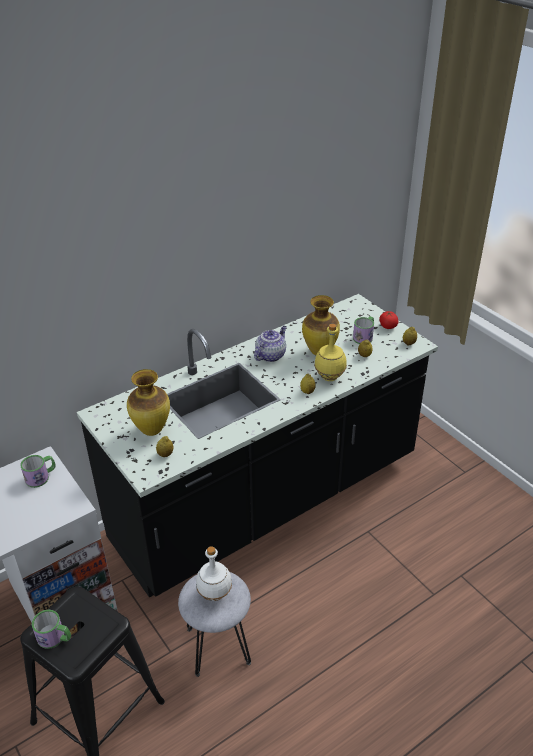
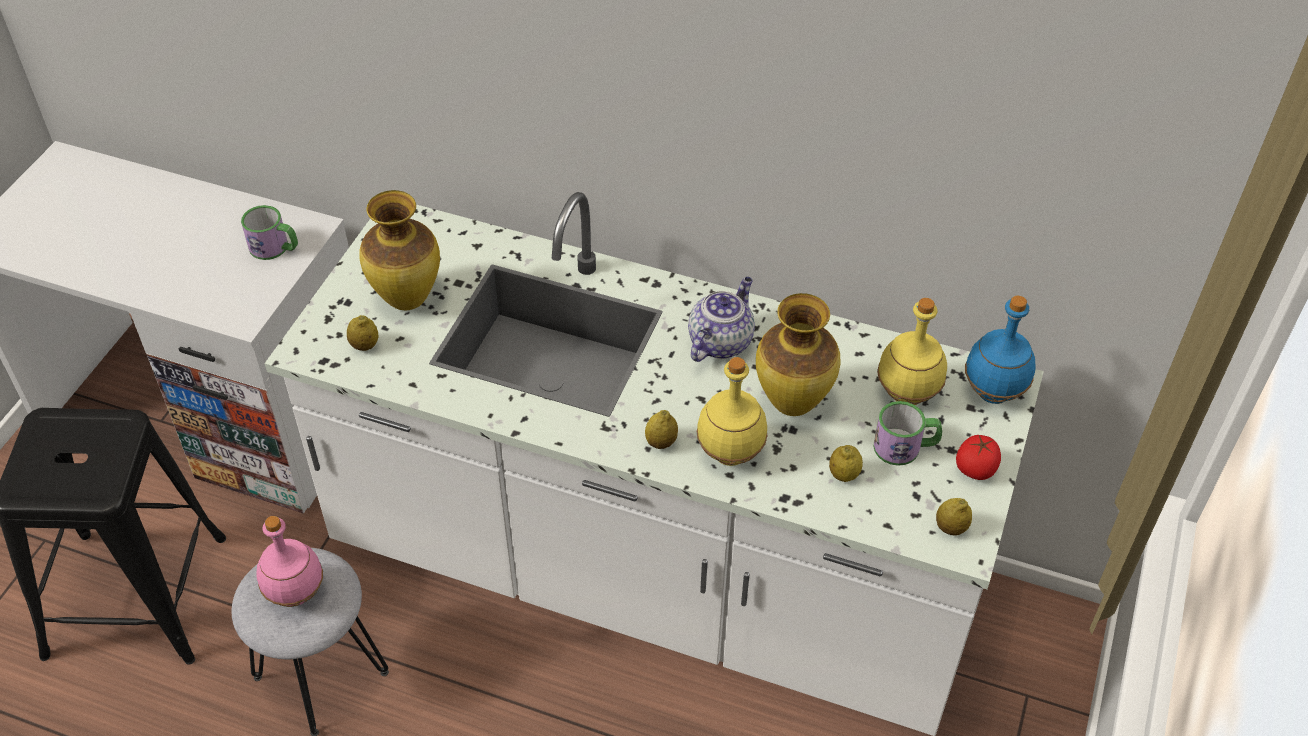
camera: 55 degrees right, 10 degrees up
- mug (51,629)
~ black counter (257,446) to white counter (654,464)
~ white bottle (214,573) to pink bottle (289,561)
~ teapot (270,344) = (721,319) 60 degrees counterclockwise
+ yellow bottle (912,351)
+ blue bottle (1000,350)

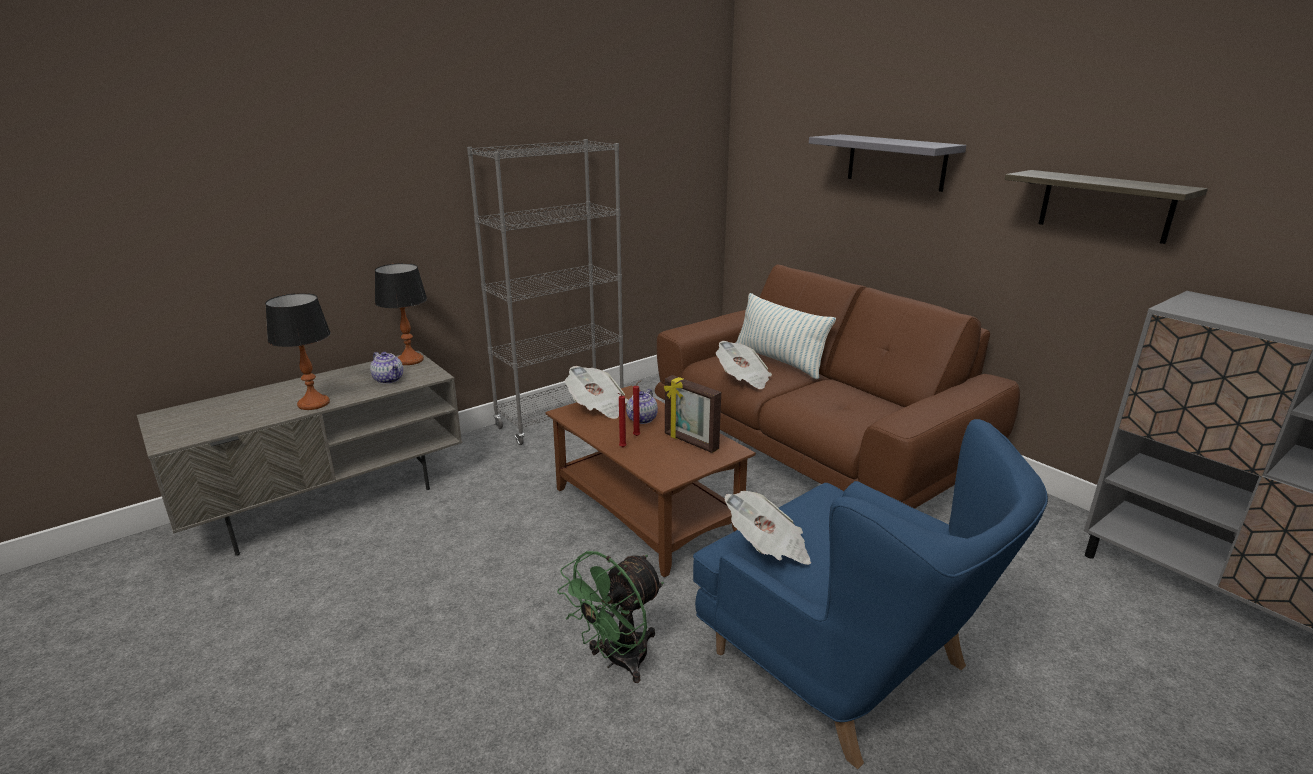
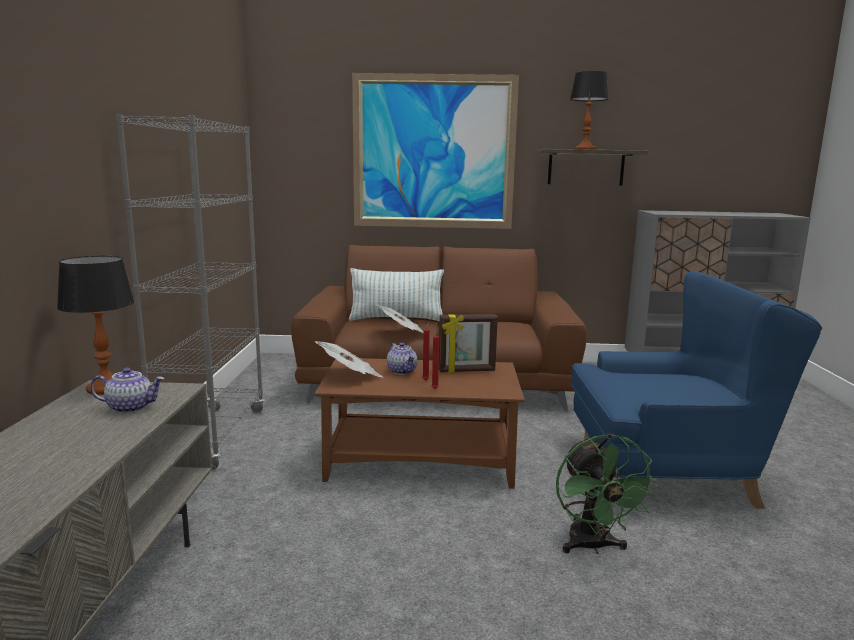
camera: 50 degrees left, 10 degrees down
~ table lamp (298,351) to (589,110)
- newspaper (768,528)
~ grey shelf (887,163) to picture (435,151)

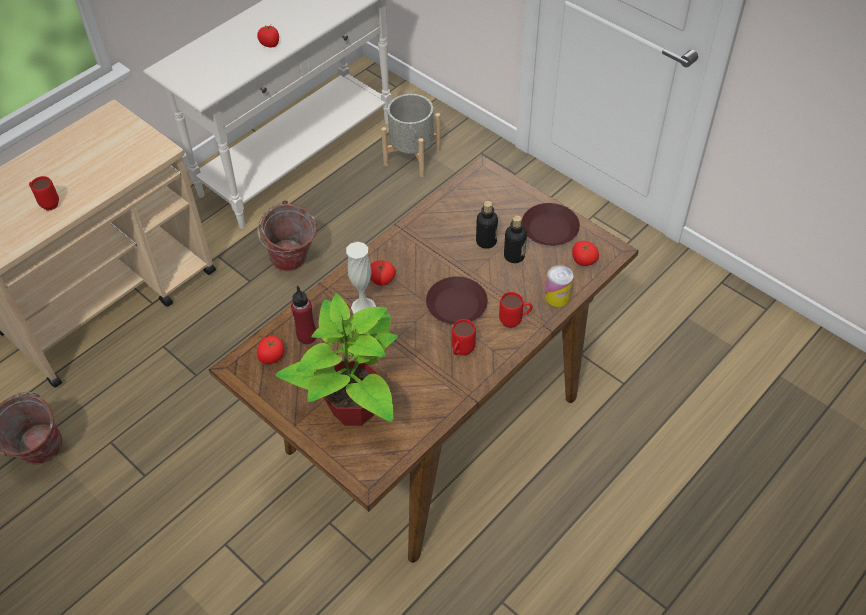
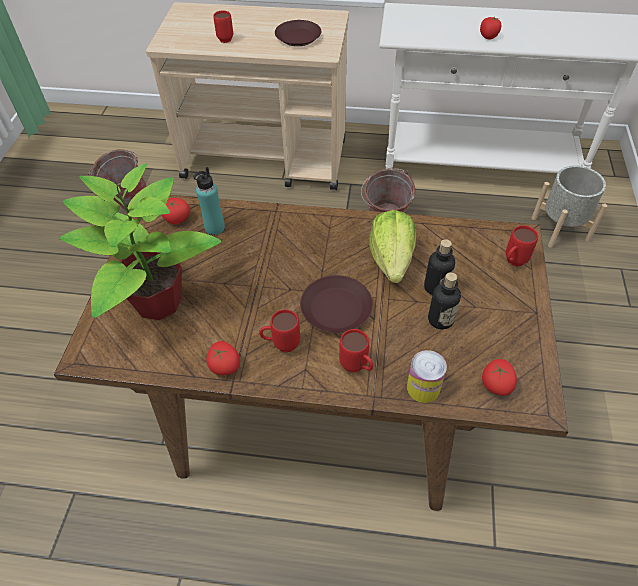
camera: 55 degrees right, 0 degrees up
~ red bottle (303,315) to turquoise bottle (209,201)
- white vase (361,278)
~ tomato (383,273) to (223,358)
~ brown plate (551,224) to (298,33)
+ lettuce (392,246)
+ red mug (521,245)

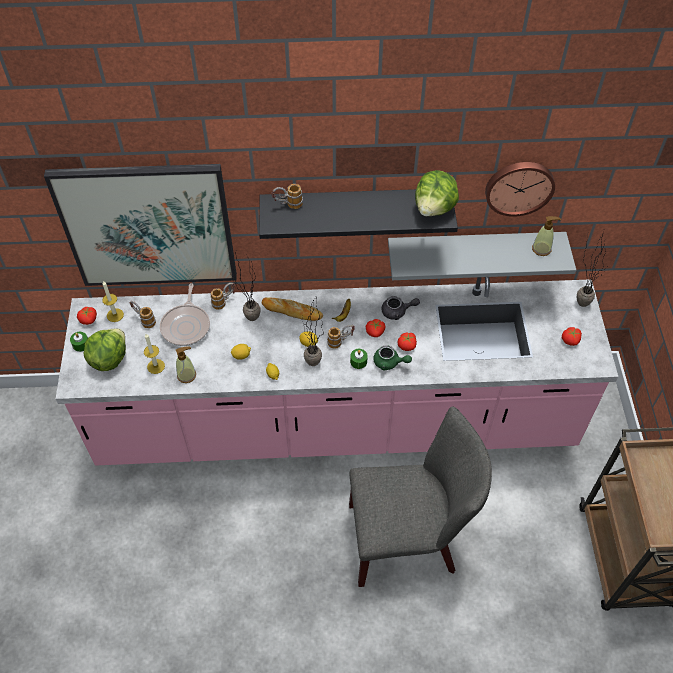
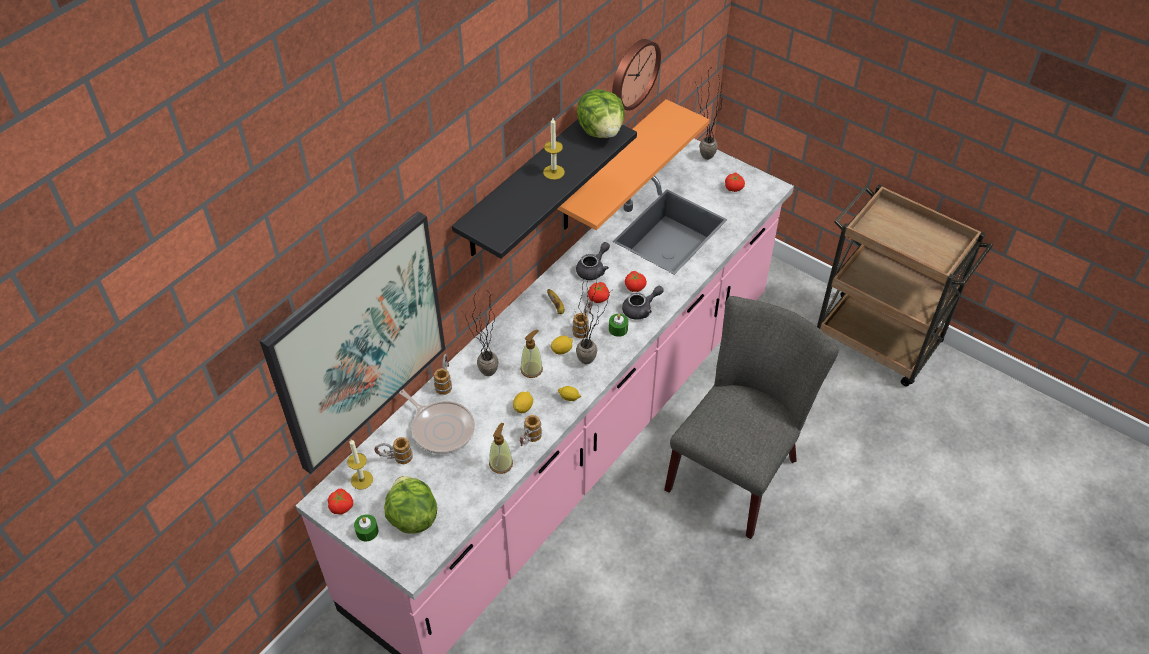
camera: 50 degrees left, 5 degrees down
~ candle (154,354) to (554,149)
- bread (292,309)
~ mug (287,196) to (531,430)
~ green teapot (392,358) to grey teapot (643,303)
~ grey shelf (482,256) to orange shelf (633,164)
~ soap dispenser (546,236) to (531,354)

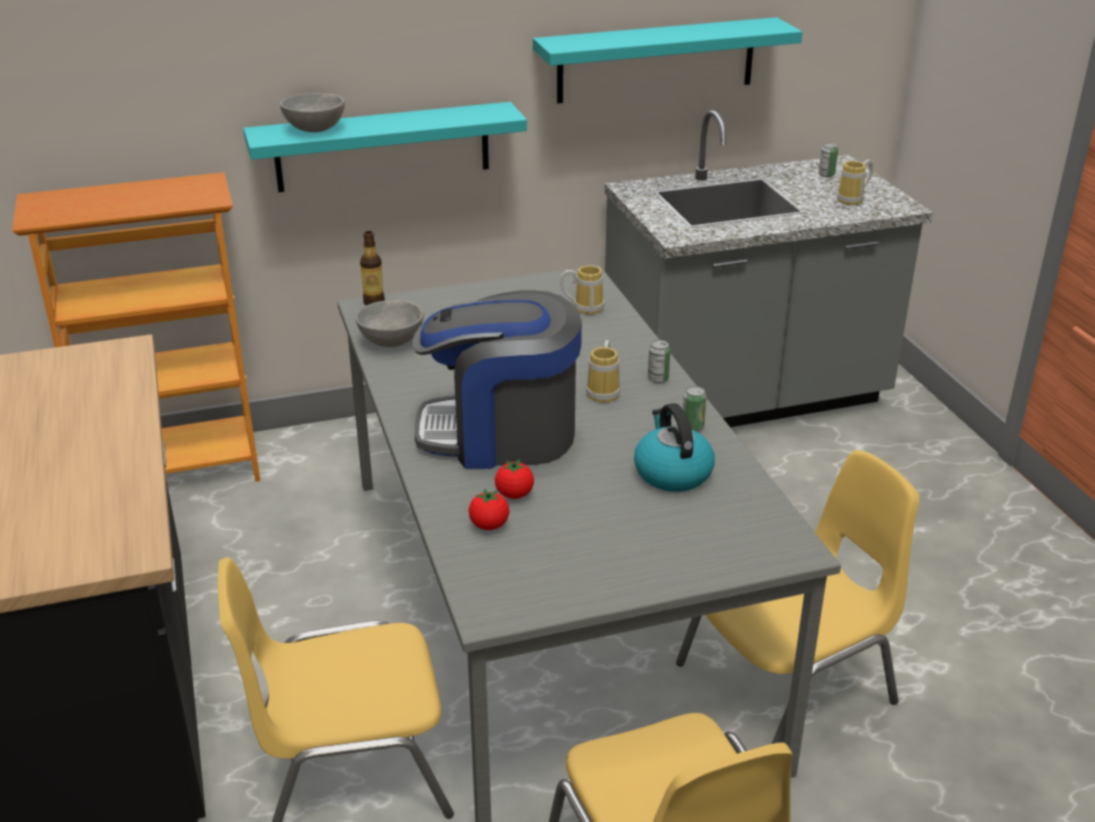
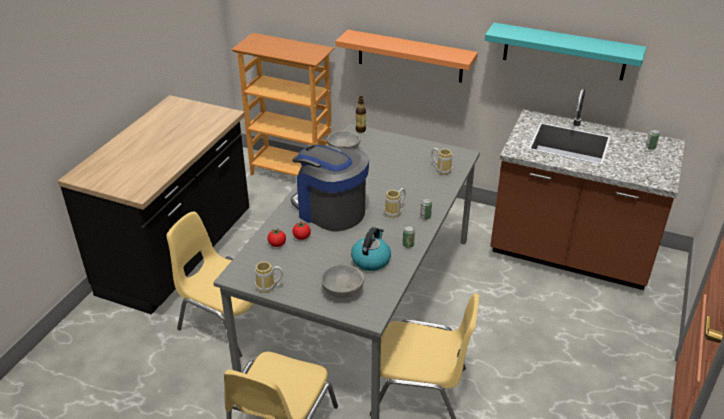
camera: 40 degrees right, 5 degrees up
~ turquoise shelf (385,147) to orange shelf (407,56)
~ grey bowl (312,112) to (342,281)
~ grey counter (769,268) to brown counter (587,189)
~ mug (855,182) to (269,277)

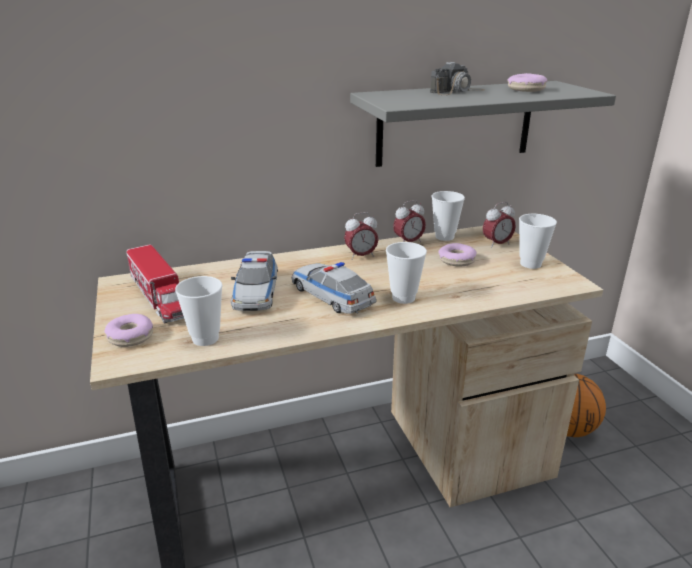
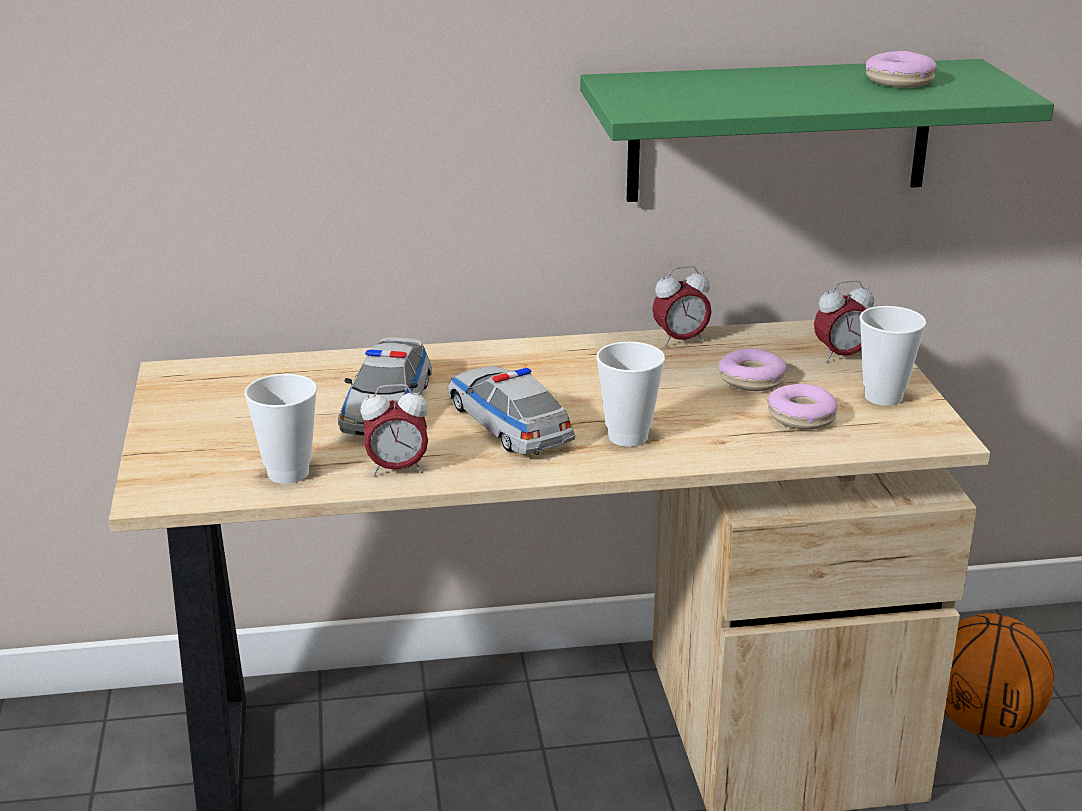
camera: 10 degrees right, 0 degrees up
~ donut (128,330) to (802,407)
- toy truck (155,284)
~ alarm clock (361,236) to (394,430)
~ grey shelf (483,124) to green shelf (817,130)
- photo camera (457,78)
- cup (448,216)

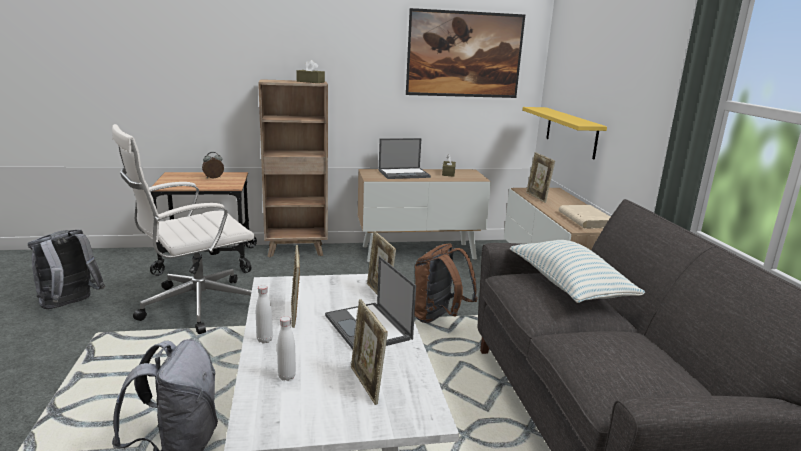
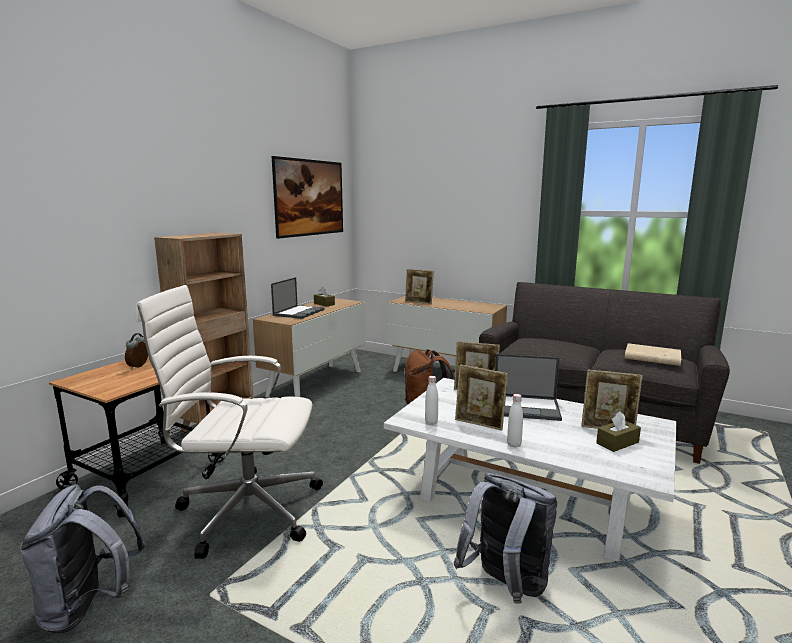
camera: 50 degrees left, 5 degrees down
~ white office chair (183,229) = (229,422) 90 degrees clockwise
~ white bottle (286,348) to (431,400)
~ brown tissue box (310,71) to (618,431)
- pillow (577,271)
- yellow shelf (565,133)
~ beige book (584,217) to (653,354)

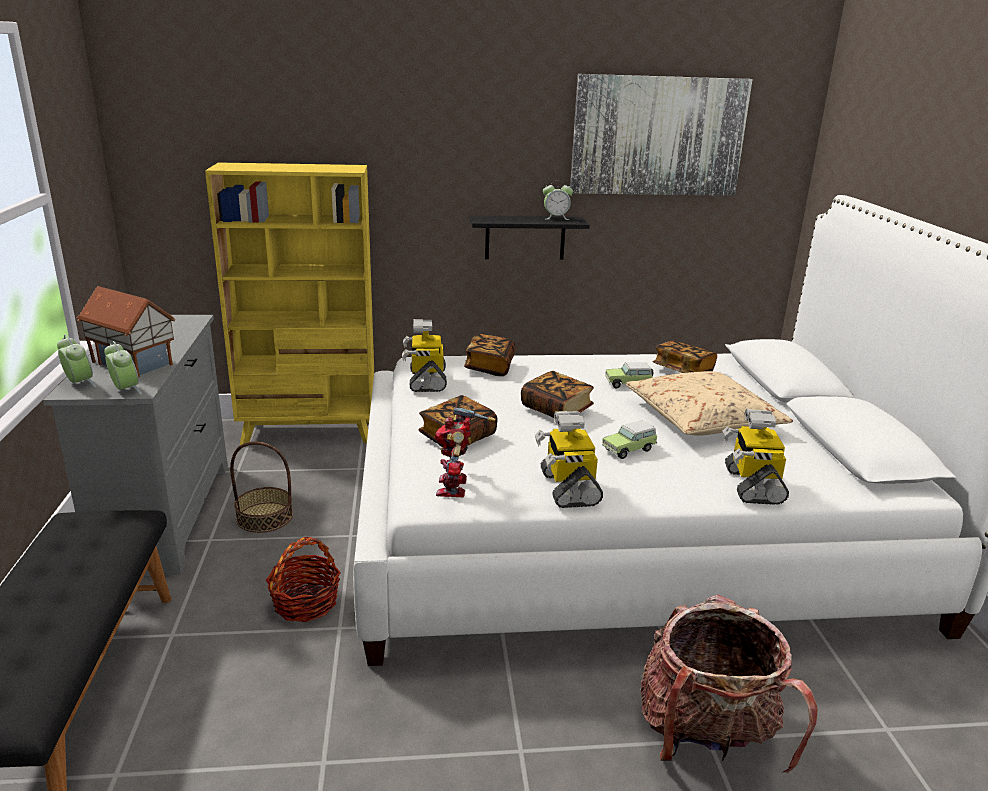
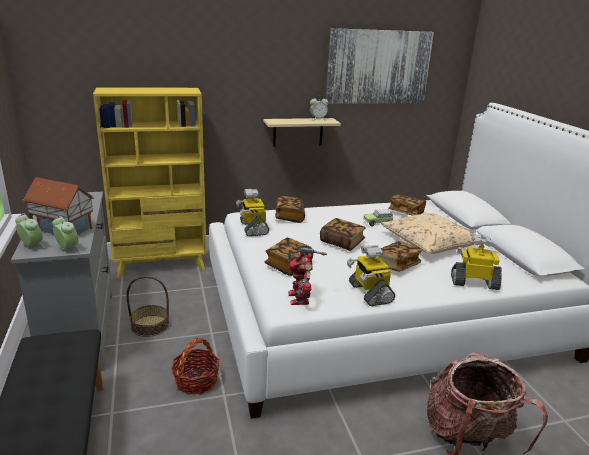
camera: 10 degrees left, 0 degrees up
~ black shelf (530,238) to beige shelf (302,132)
~ toy car (629,439) to book (400,256)
~ toy robot (756,457) = (476,262) 105 degrees clockwise

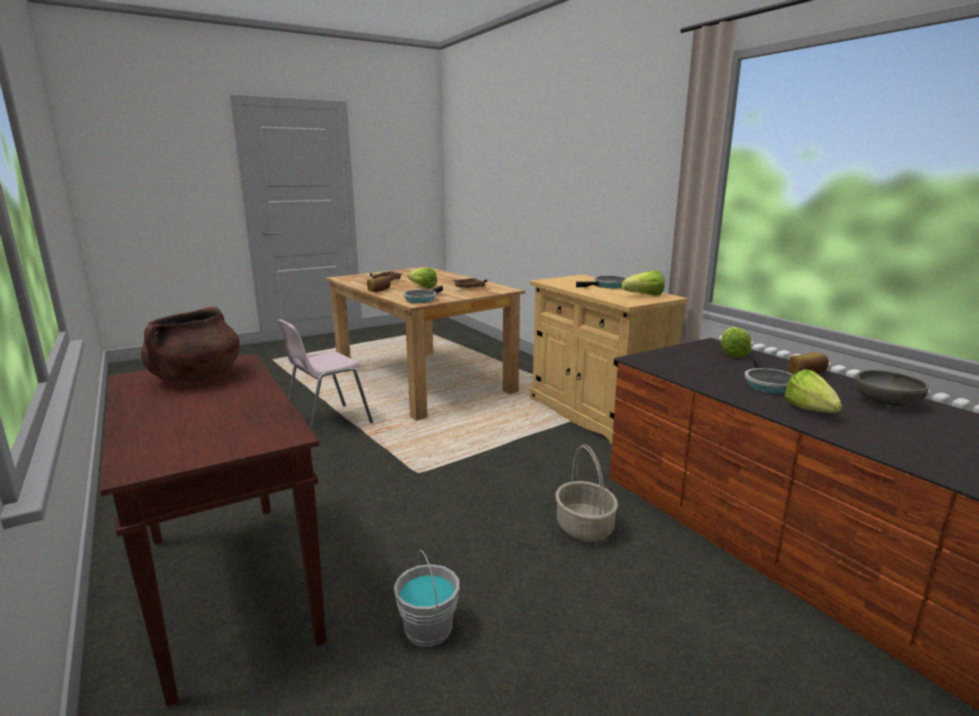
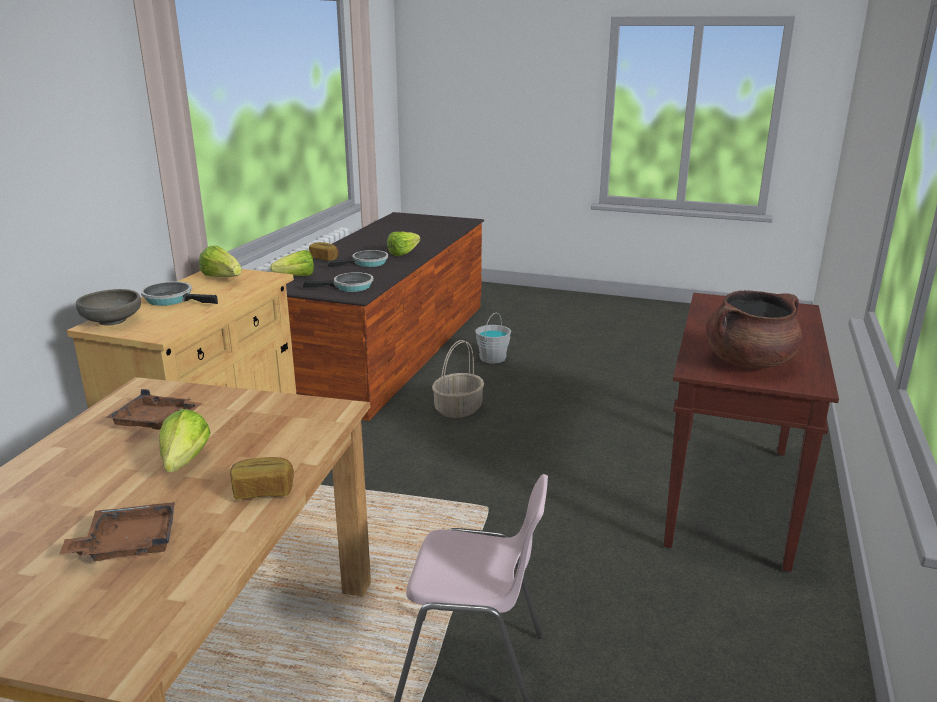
camera: 130 degrees left, 5 degrees up
~ grey bucket (426,598) to (493,338)
~ frying pan (423,294) to (338,282)
~ grey bowl (892,389) to (108,307)

